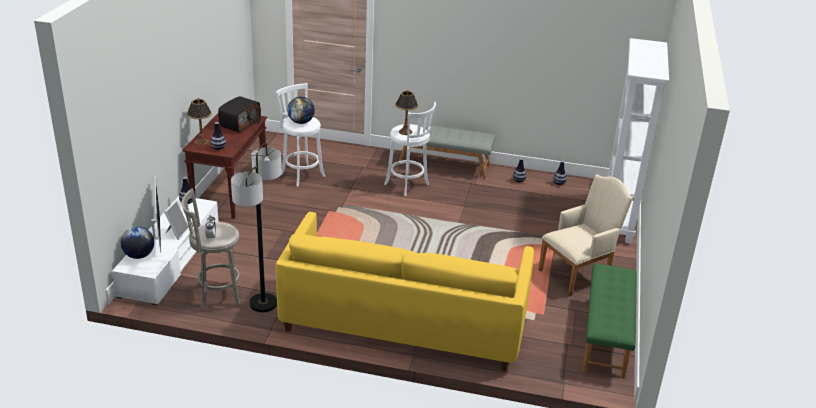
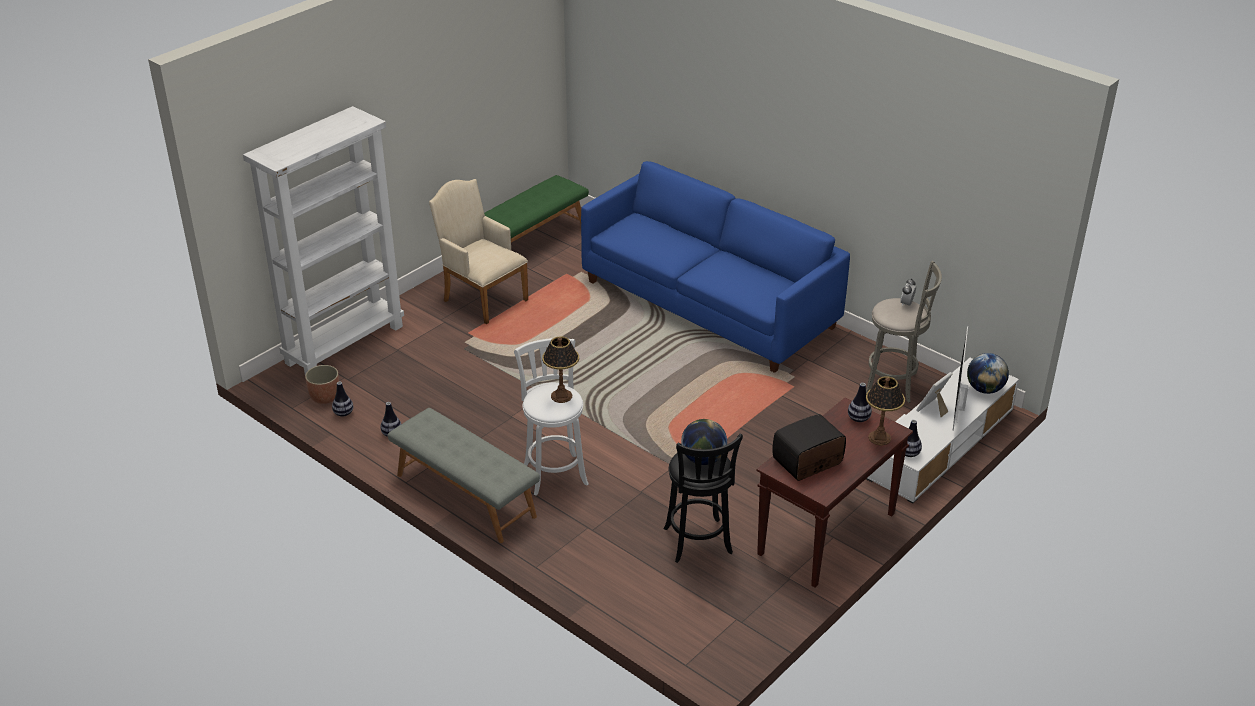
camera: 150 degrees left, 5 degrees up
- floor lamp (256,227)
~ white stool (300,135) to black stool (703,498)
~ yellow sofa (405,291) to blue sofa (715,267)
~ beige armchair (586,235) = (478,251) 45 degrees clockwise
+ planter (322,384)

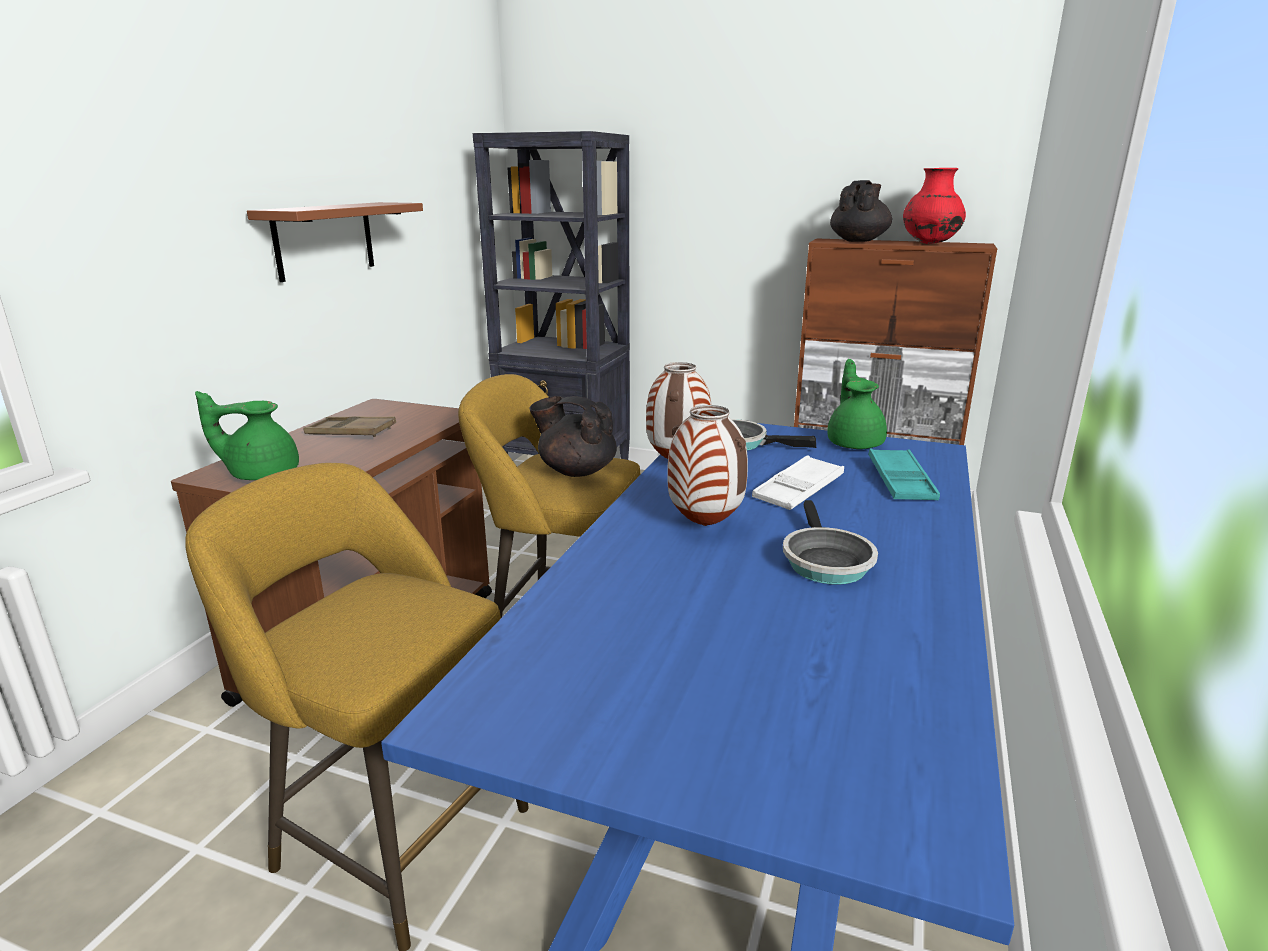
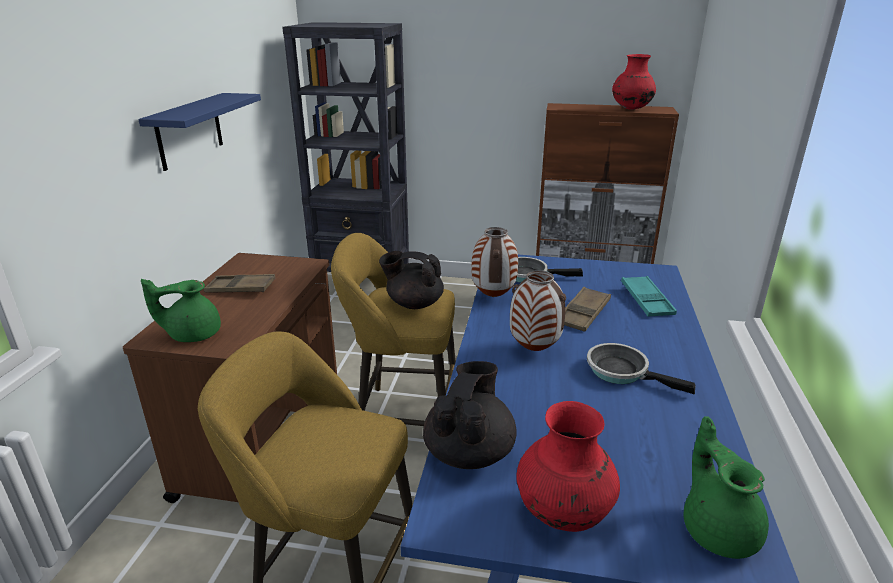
camera: 10 degrees left, 5 degrees up
~ brown shelf (335,242) to blue shelf (199,132)
~ white tray (798,482) to brown tray (587,309)
~ frying pan (830,542) = (641,368) 135 degrees clockwise
~ green teapot (857,404) to (726,487)
~ black teapot (861,211) to (470,415)
+ red vase (568,466)

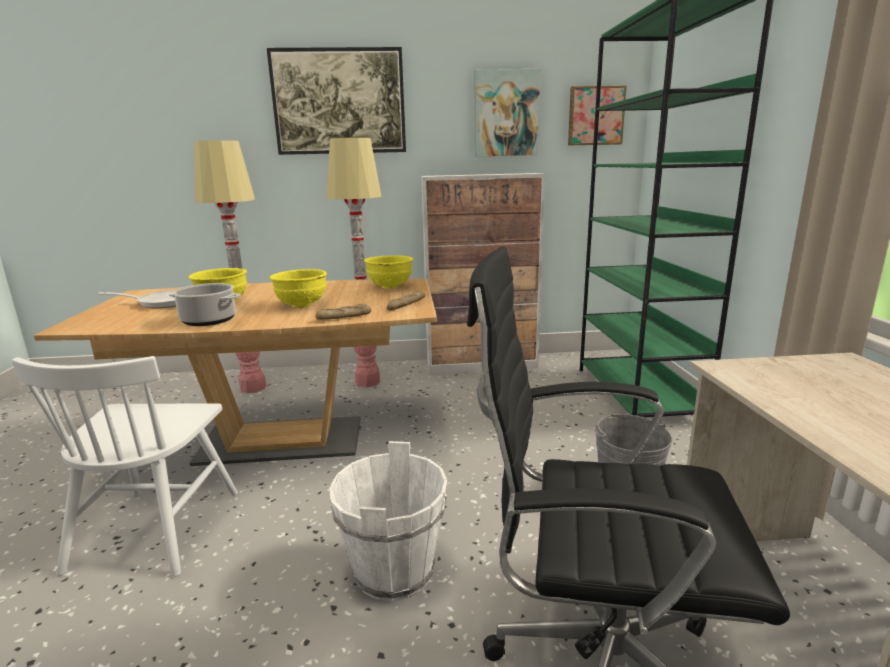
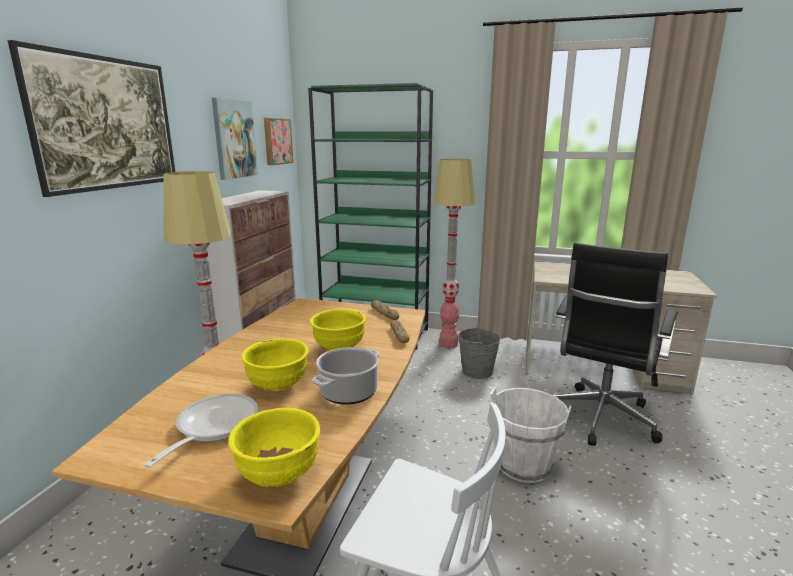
camera: 70 degrees left, 0 degrees up
~ floor lamp (230,266) to (454,253)
~ yellow bowl (388,272) to (274,447)

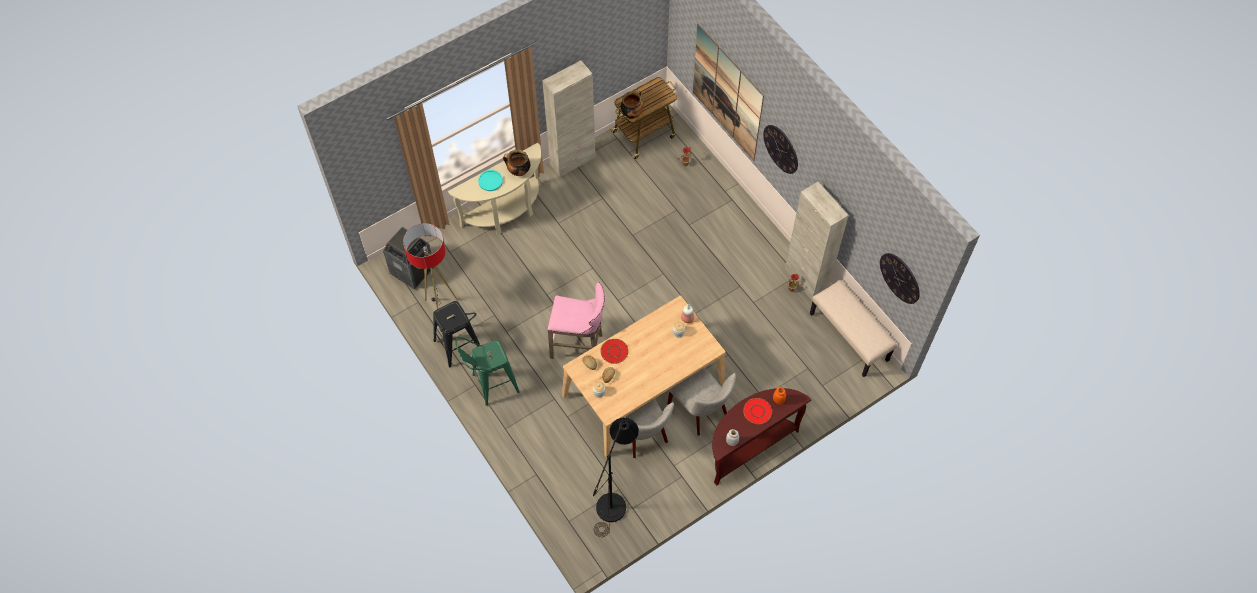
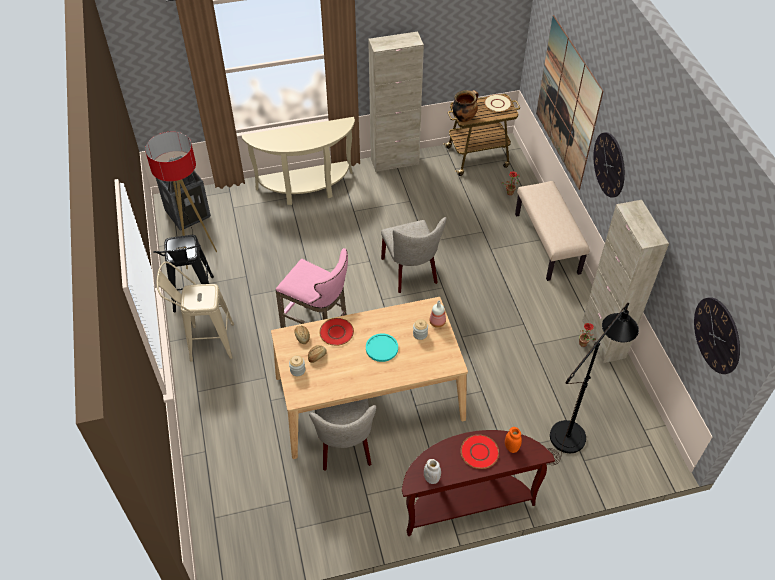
camera: 20 degrees right, 10 degrees down
~ green stool (487,371) to beige stool (195,311)
~ turquoise plate (490,180) to (382,347)
- cooking pot (517,162)
~ black floor lamp (616,477) to (593,384)
~ beige chair (701,401) to (414,255)
~ beige bench (853,328) to (552,231)
+ beige plate (497,103)

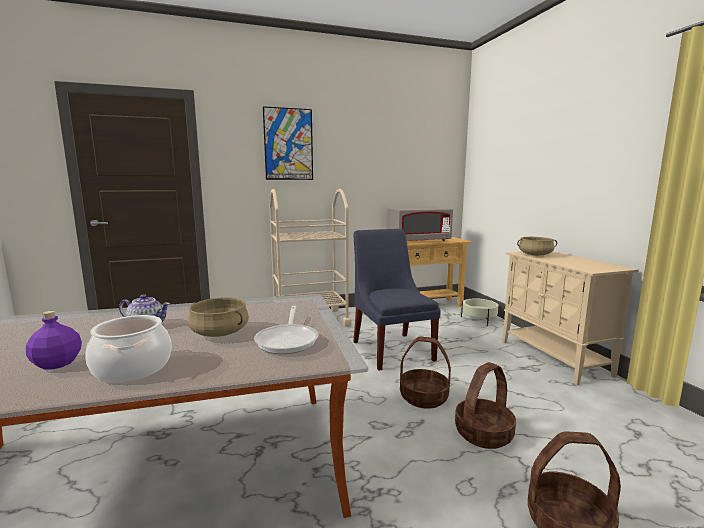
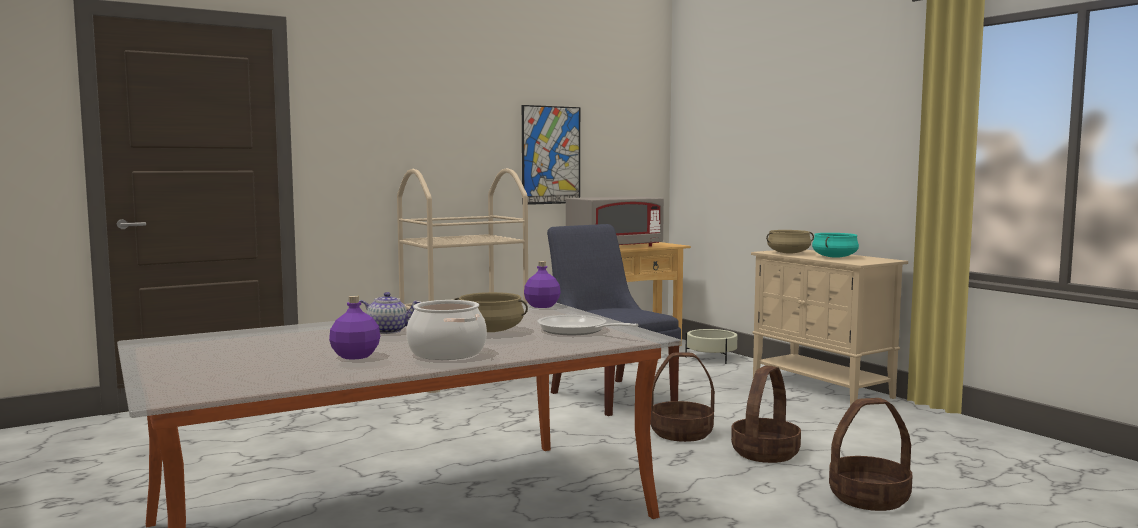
camera: 15 degrees left, 5 degrees down
~ frying pan (286,330) = (588,325) 150 degrees clockwise
~ picture (288,143) to (551,155)
+ purple bottle (542,284)
+ turquoise cooking pot (835,245)

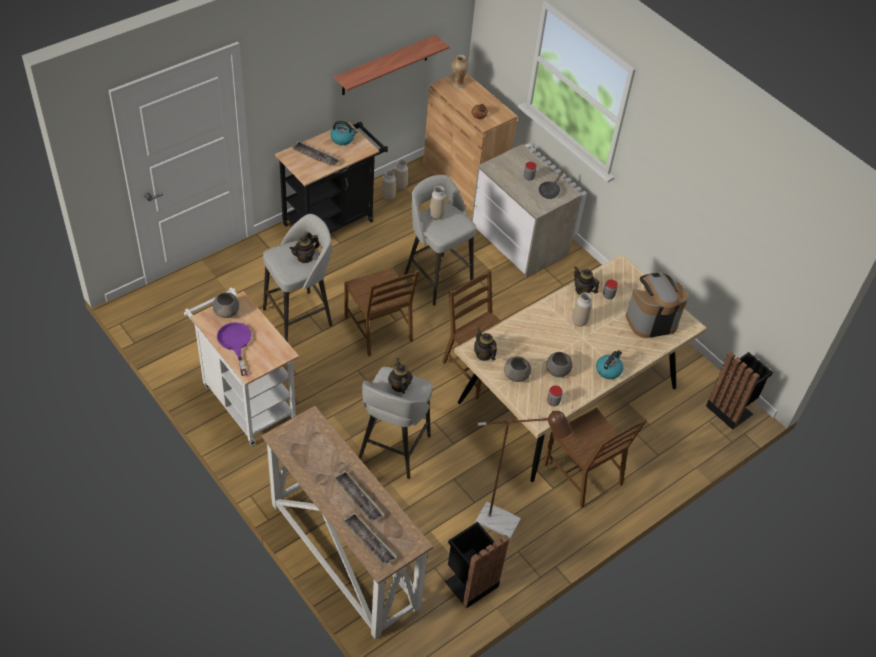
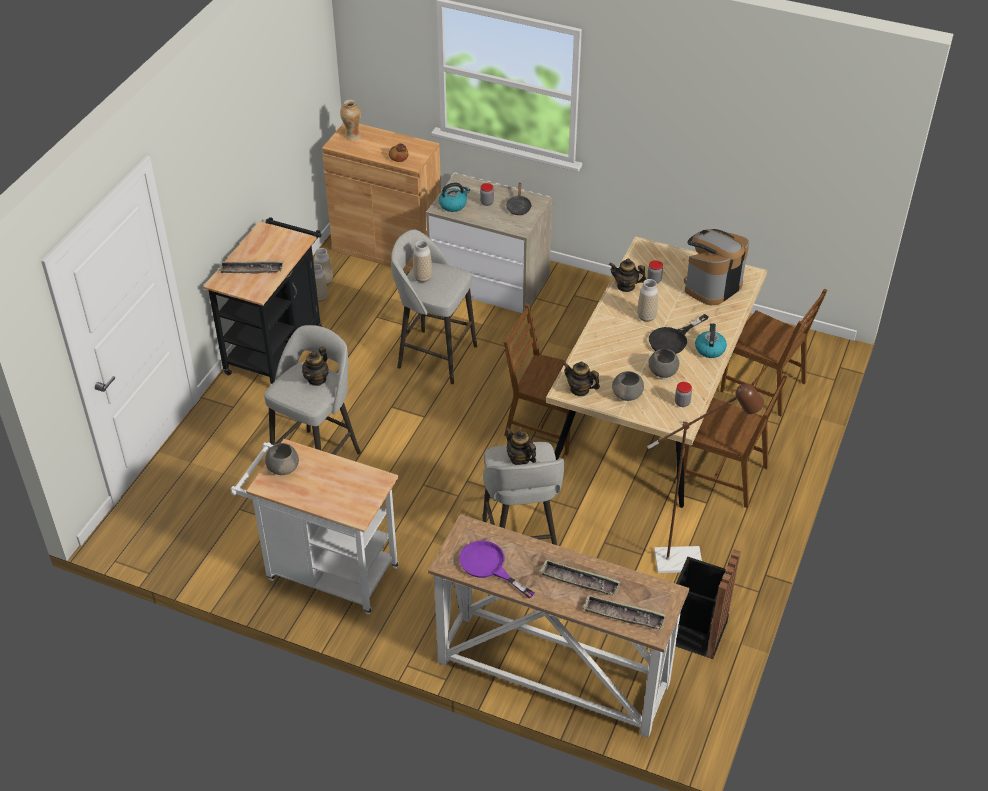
camera: 25 degrees left, 5 degrees down
~ purple frying pan (234,349) to (497,569)
~ kettle (344,133) to (454,197)
- shelf (392,65)
~ brown chair (381,311) to (774,352)
- black trash can (739,391)
+ black frying pan (679,334)

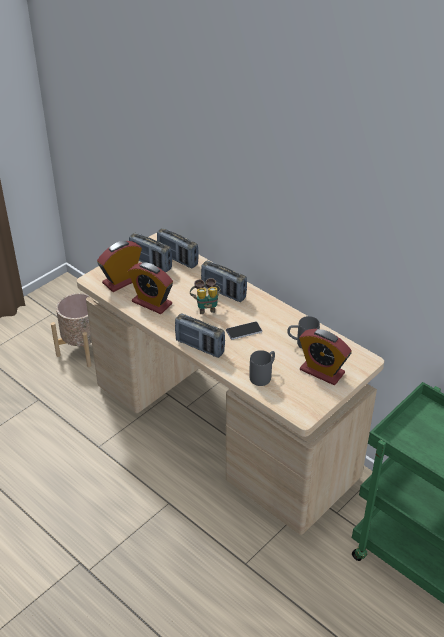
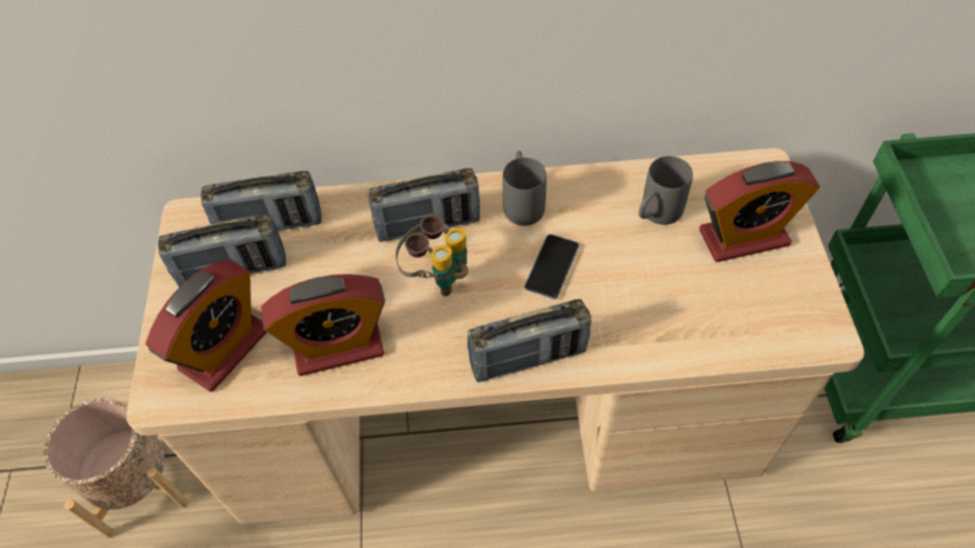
camera: 45 degrees left, 15 degrees up
~ alarm clock (119,266) = (206,325) 150 degrees counterclockwise
~ grey mug (262,368) to (525,188)

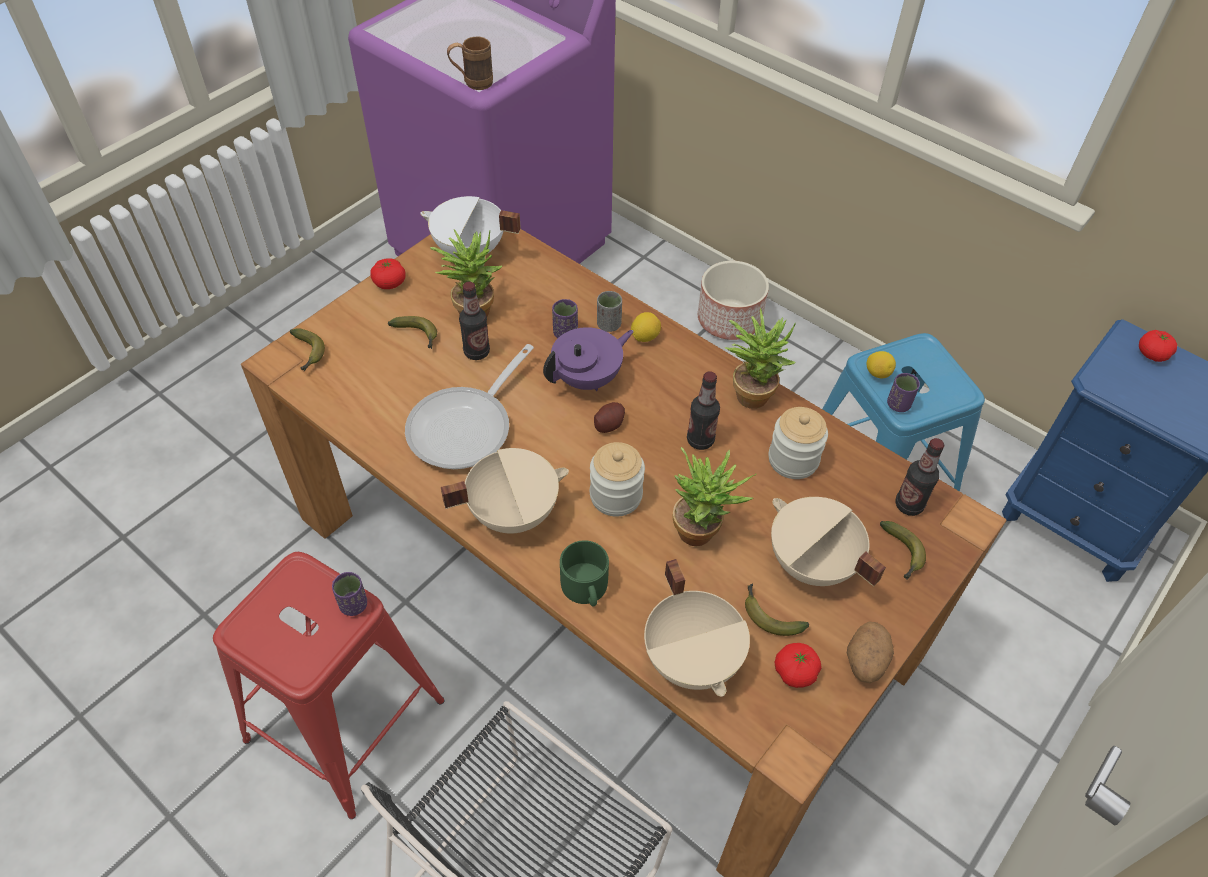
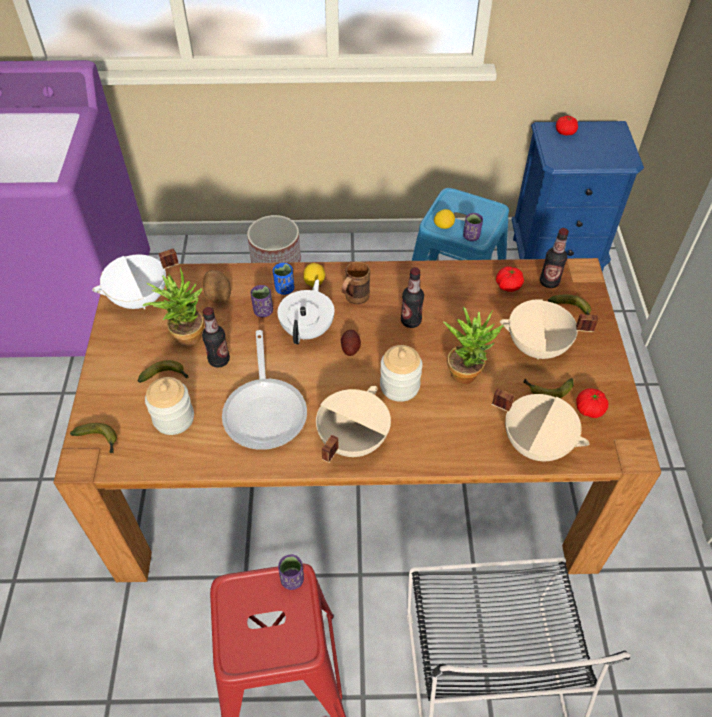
camera: 40 degrees left, 0 degrees up
~ tomato (387,273) to (510,279)
~ brown mug (470,63) to (356,283)
~ purple teapot (588,359) to white teapot (305,311)
- green mug (584,573)
~ grey cup (609,311) to blue cup (283,279)
- potted plant (760,358)
~ jar (798,443) to (169,406)
~ potato (870,652) to (217,286)

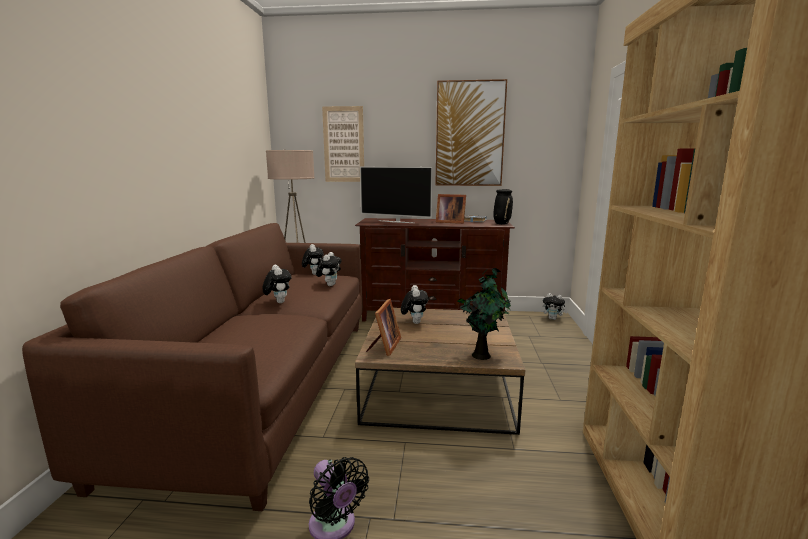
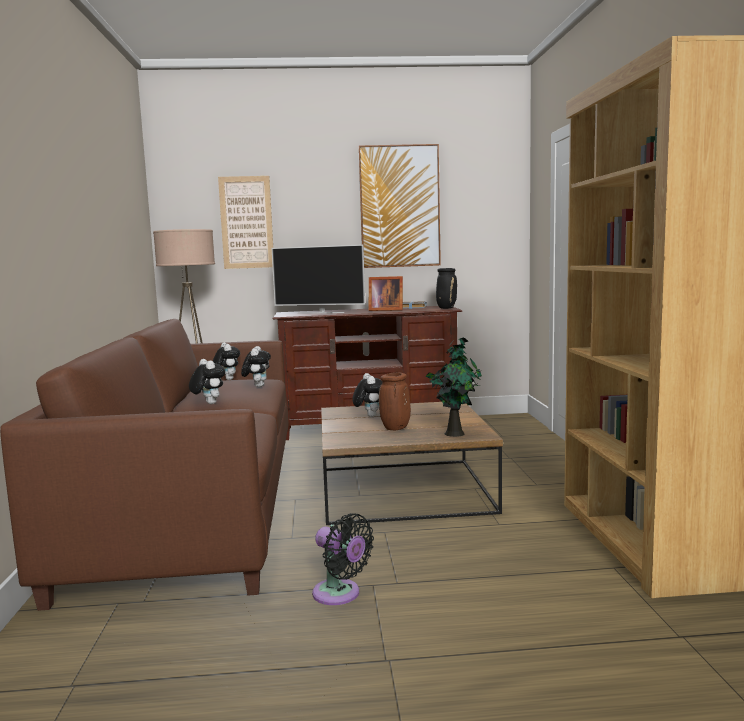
camera: 10 degrees left, 5 degrees down
- picture frame (383,327)
- plush toy (555,306)
+ brown vase (395,401)

